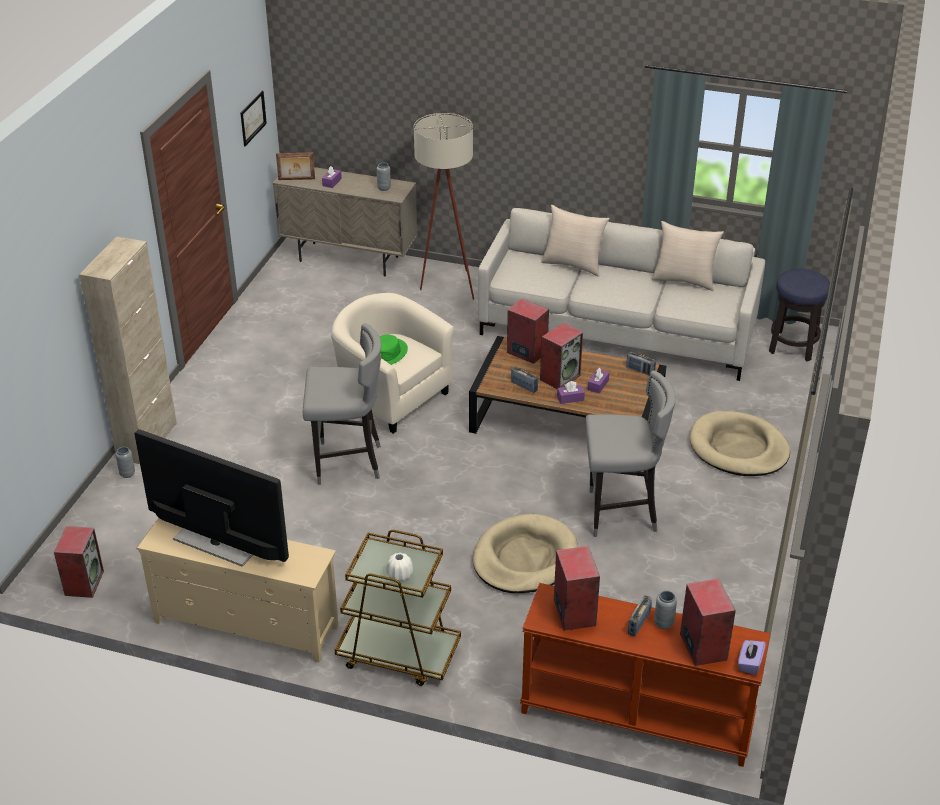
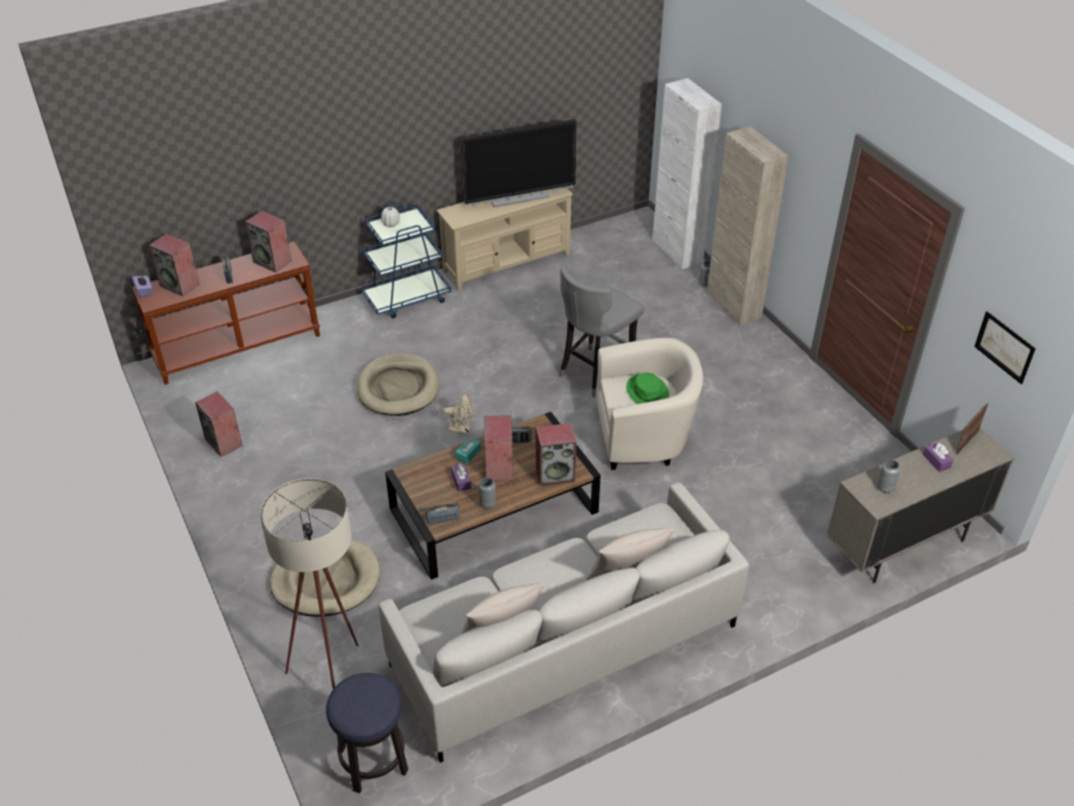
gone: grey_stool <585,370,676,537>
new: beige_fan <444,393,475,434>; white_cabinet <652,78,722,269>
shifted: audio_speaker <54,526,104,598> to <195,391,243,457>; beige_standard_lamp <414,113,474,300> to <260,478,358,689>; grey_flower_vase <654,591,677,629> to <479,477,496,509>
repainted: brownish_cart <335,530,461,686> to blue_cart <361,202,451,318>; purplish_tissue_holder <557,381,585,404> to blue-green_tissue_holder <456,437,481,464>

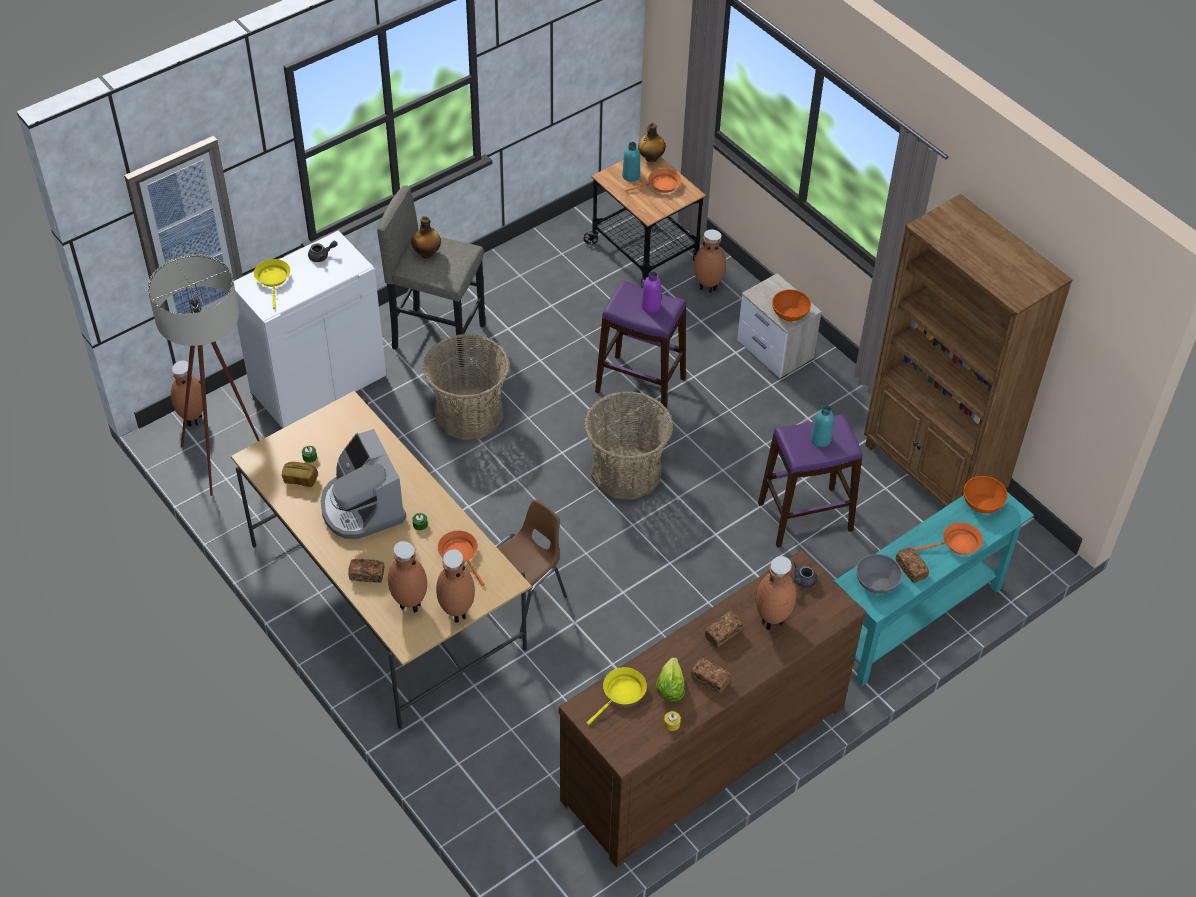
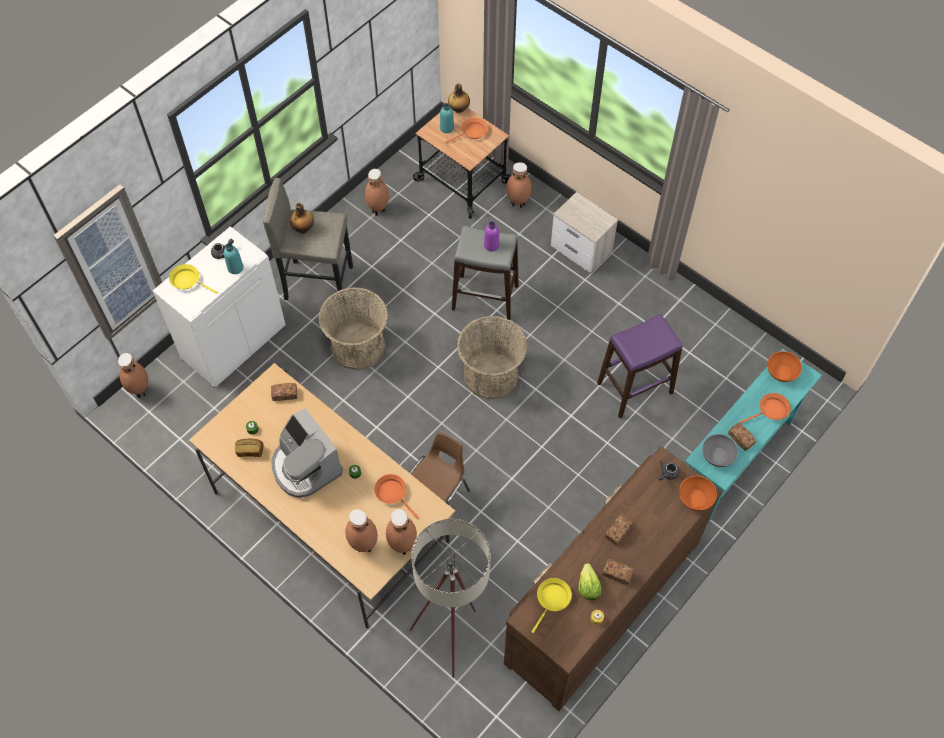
gone: brownish_bookcase <864,194,1073,507>
shifted: beige_standard_lamp <147,254,260,496> to <409,519,491,678>; bread <348,559,384,583> to <271,383,298,401>; brownish_flower_vase <756,556,796,630> to <365,169,389,216>; orangey_bowl <772,289,811,322> to <679,476,717,511>; blue-green_bottle <811,405,834,447> to <224,243,243,274>
repainted: purplish_stool <595,281,686,413> to grey_stool <452,226,519,320>
rotated: yellowish_skillet <254,259,290,309> = <169,264,218,293> 45 degrees counterclockwise

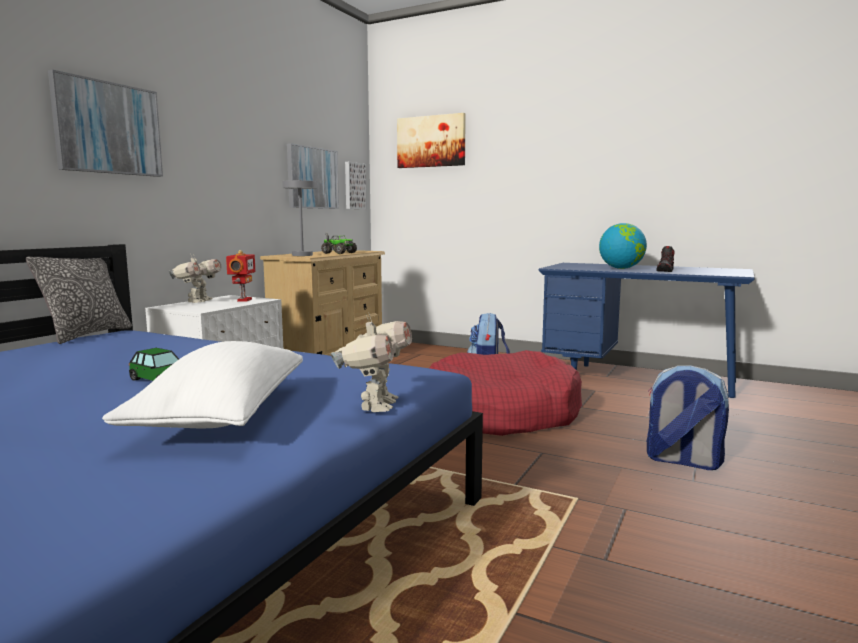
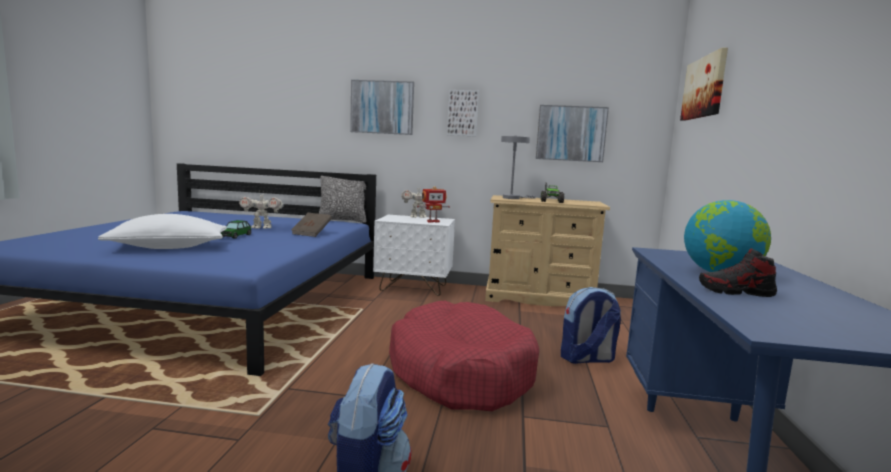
new: brownish_book <291,213,332,237>
shifted: model_robot <331,312,412,412> to <239,192,284,229>; wall_picture <345,162,367,209> to <447,90,479,137>

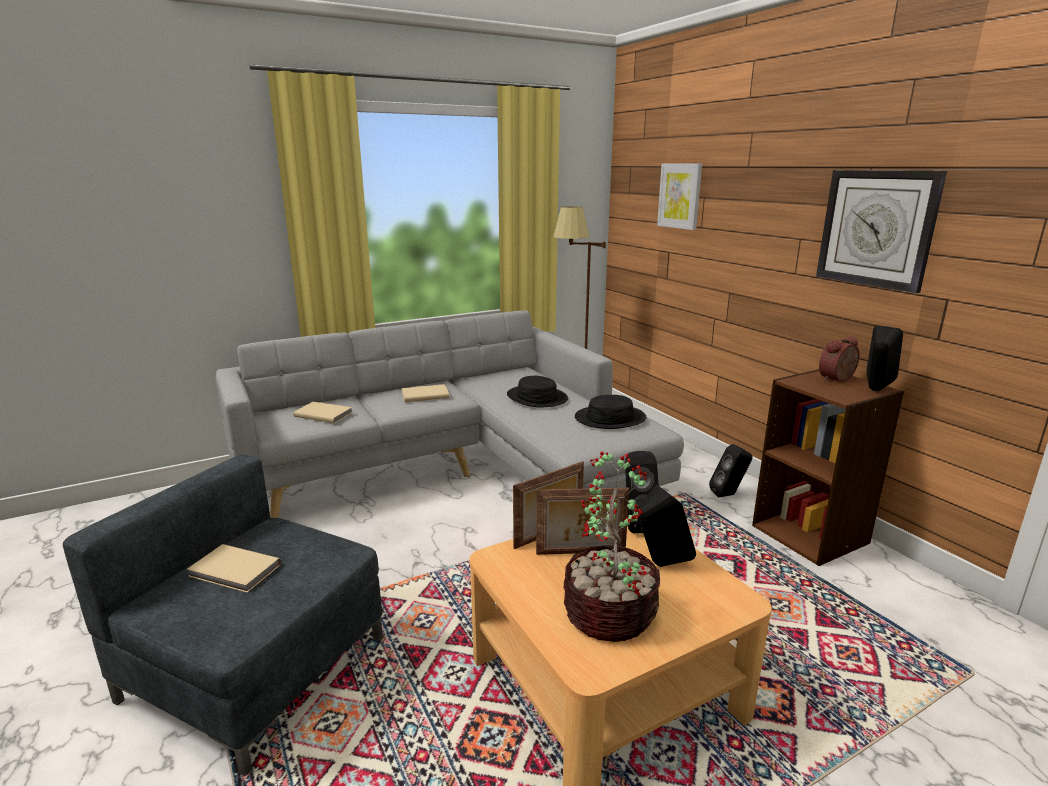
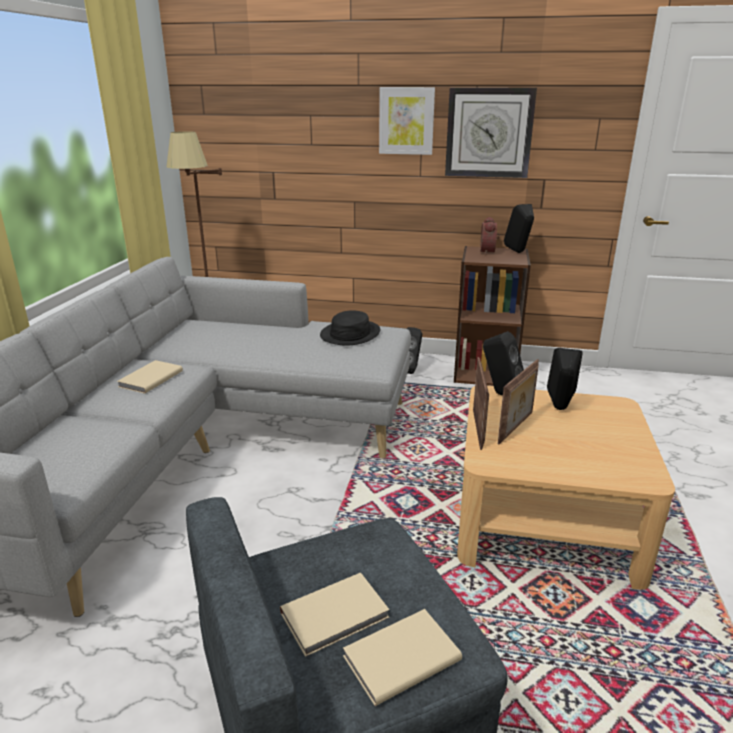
gone: black_hat <507,376,568,408>; houseplant <564,451,660,642>
shifted: beige_book <293,402,353,423> to <343,609,462,706>; wall_picture <657,164,702,230> to <379,87,435,155>

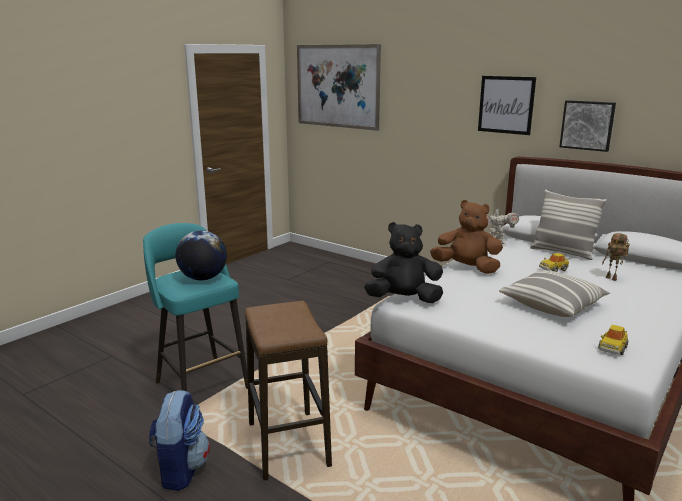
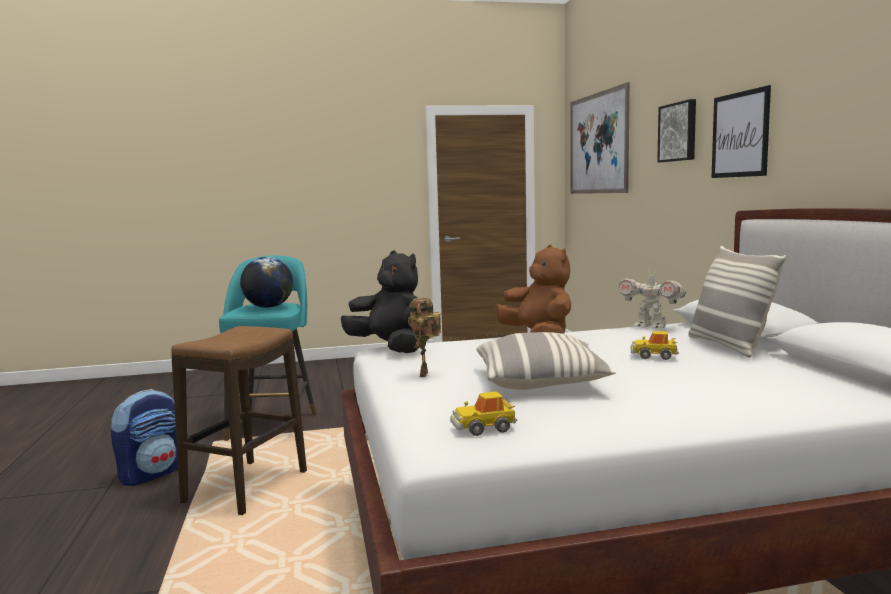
shifted: wall_picture <559,100,616,152> to <657,99,696,162>; model_robot <602,233,630,281> to <408,298,441,377>

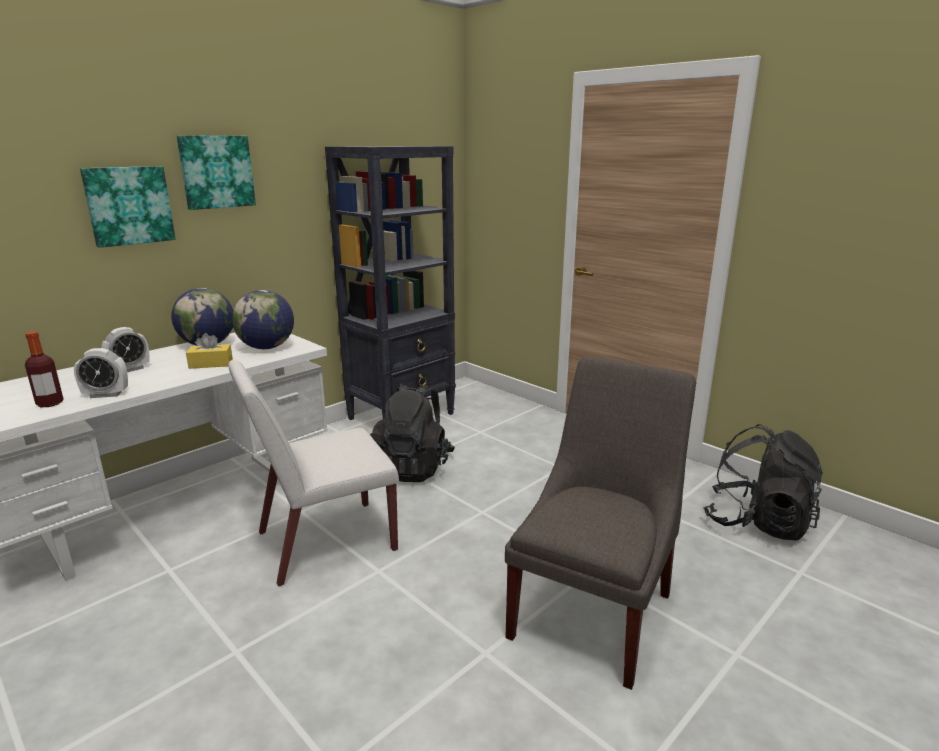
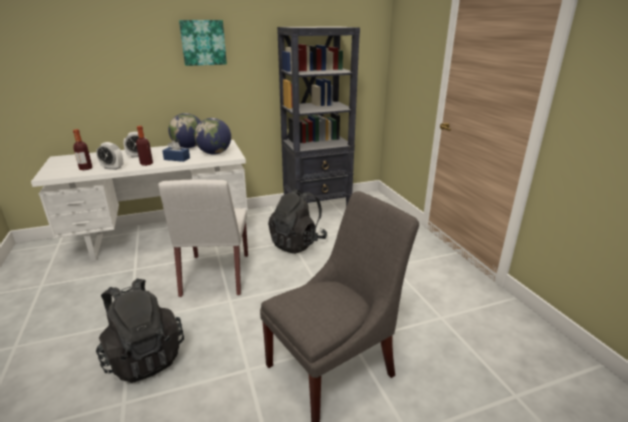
gone: wall_picture <80,166,176,248>
new: bottle <136,126,153,166>
shifted: black_backpack <704,424,823,541> to <96,278,184,383>
repainted: yellowish_tissue_holder <186,333,233,369> to blue_tissue_holder <162,140,190,162>
rotated: white_plain_chair <228,360,399,586> = <159,179,248,297> 90 degrees counterclockwise

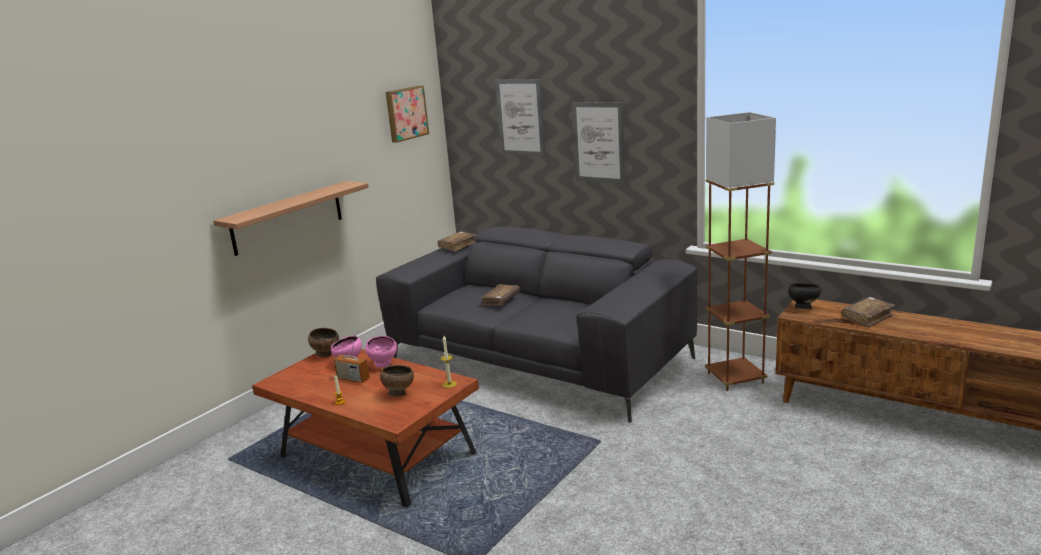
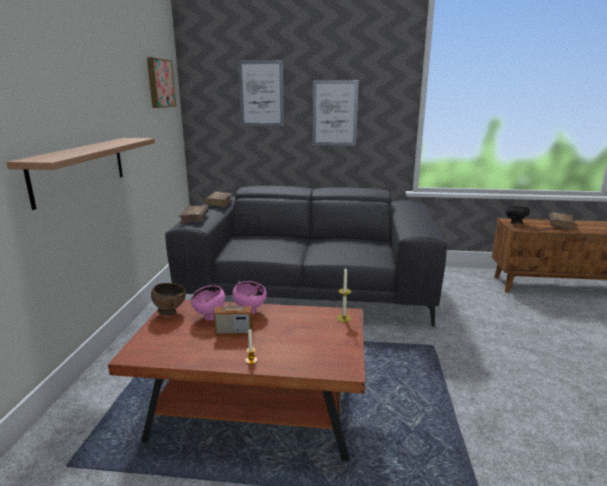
gone: brownish_bowl <380,365,414,397>; brownish_standard_lamp <705,112,776,391>
shifted: brownish_book <480,284,520,306> to <178,205,209,224>

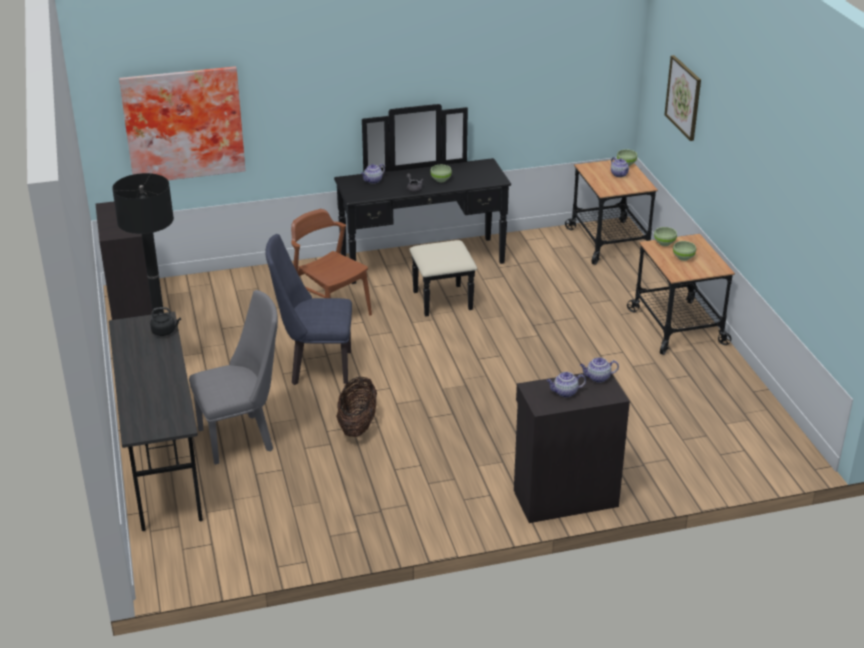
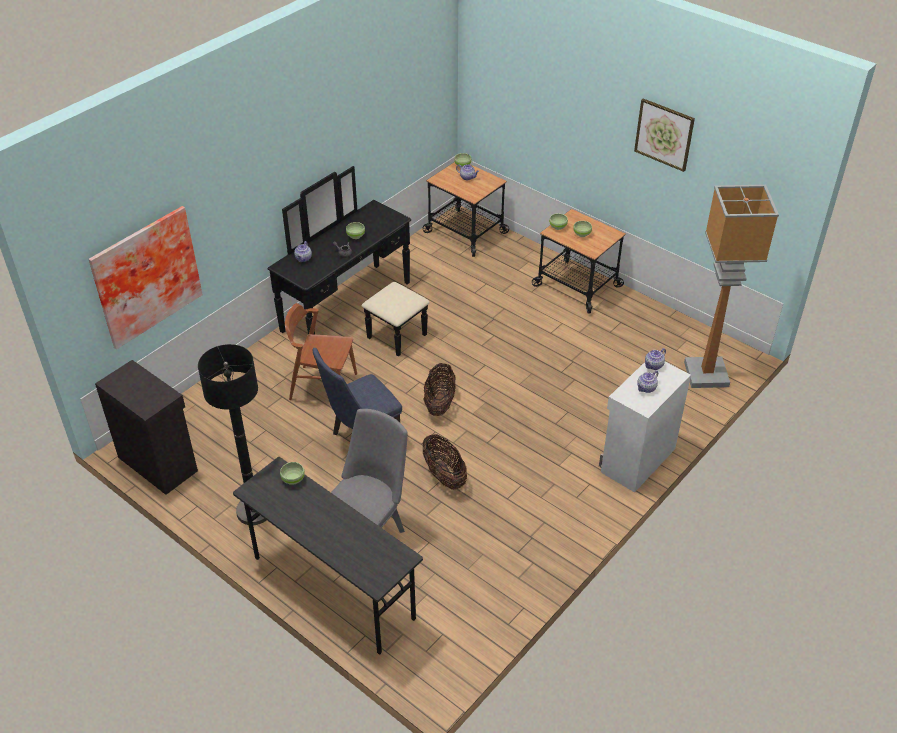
new: household_basket <423,363,456,416>; standard_lamp <684,185,779,388>
shifted: wall_picture <664,55,701,141> to <634,99,695,172>
swapped: black_water_kettle <150,307,181,336> to green-coloured_bowl <280,462,305,485>
repainted: black_cabinet <514,373,630,523> to white_cabinet <599,362,691,492>

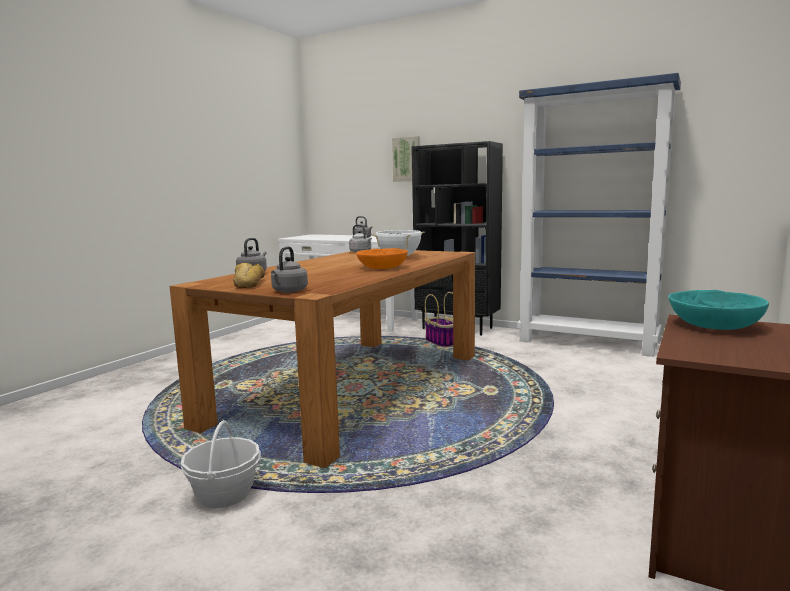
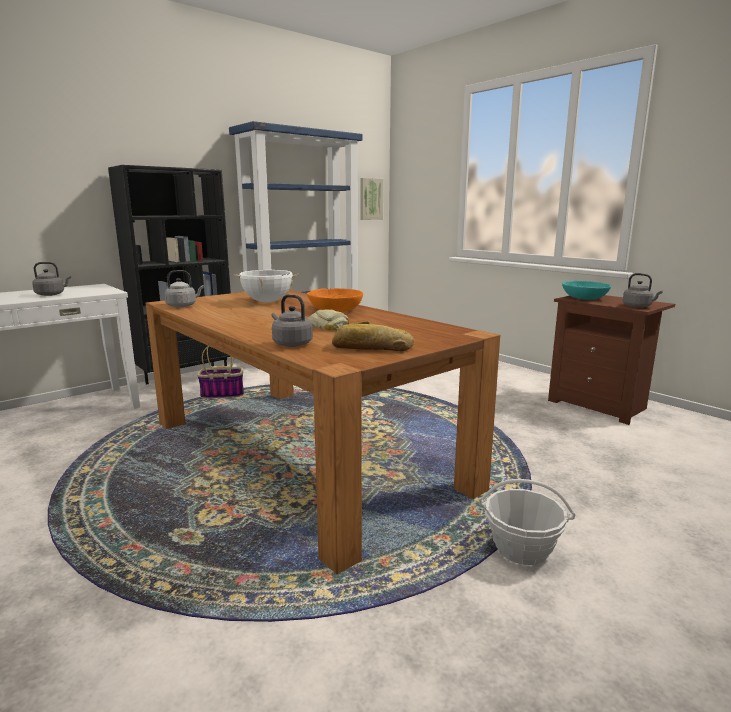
new: bread <308,309,349,331>
shifted: grey_water_kettle <271,246,308,293> to <623,273,663,308>; wall_picture <392,136,420,182> to <360,178,383,220>

